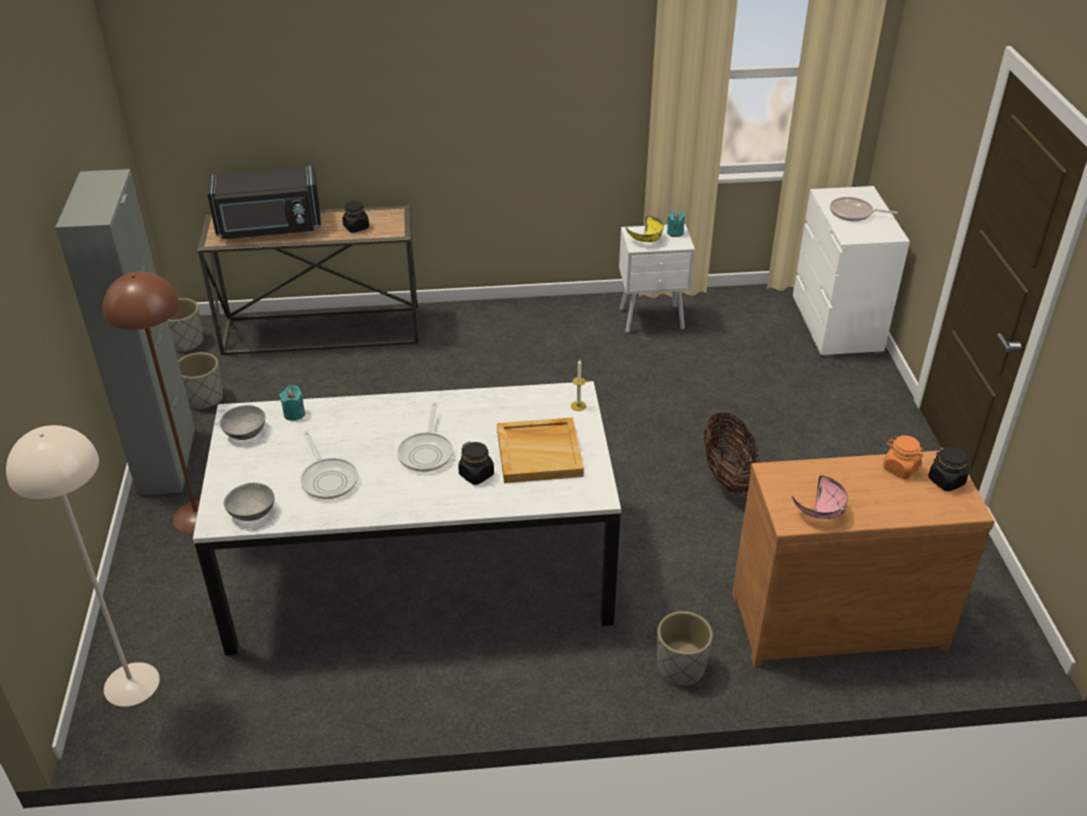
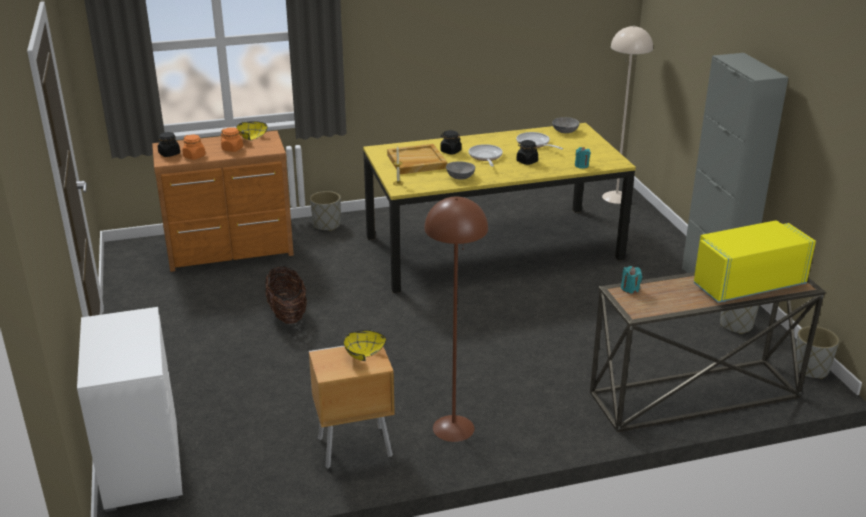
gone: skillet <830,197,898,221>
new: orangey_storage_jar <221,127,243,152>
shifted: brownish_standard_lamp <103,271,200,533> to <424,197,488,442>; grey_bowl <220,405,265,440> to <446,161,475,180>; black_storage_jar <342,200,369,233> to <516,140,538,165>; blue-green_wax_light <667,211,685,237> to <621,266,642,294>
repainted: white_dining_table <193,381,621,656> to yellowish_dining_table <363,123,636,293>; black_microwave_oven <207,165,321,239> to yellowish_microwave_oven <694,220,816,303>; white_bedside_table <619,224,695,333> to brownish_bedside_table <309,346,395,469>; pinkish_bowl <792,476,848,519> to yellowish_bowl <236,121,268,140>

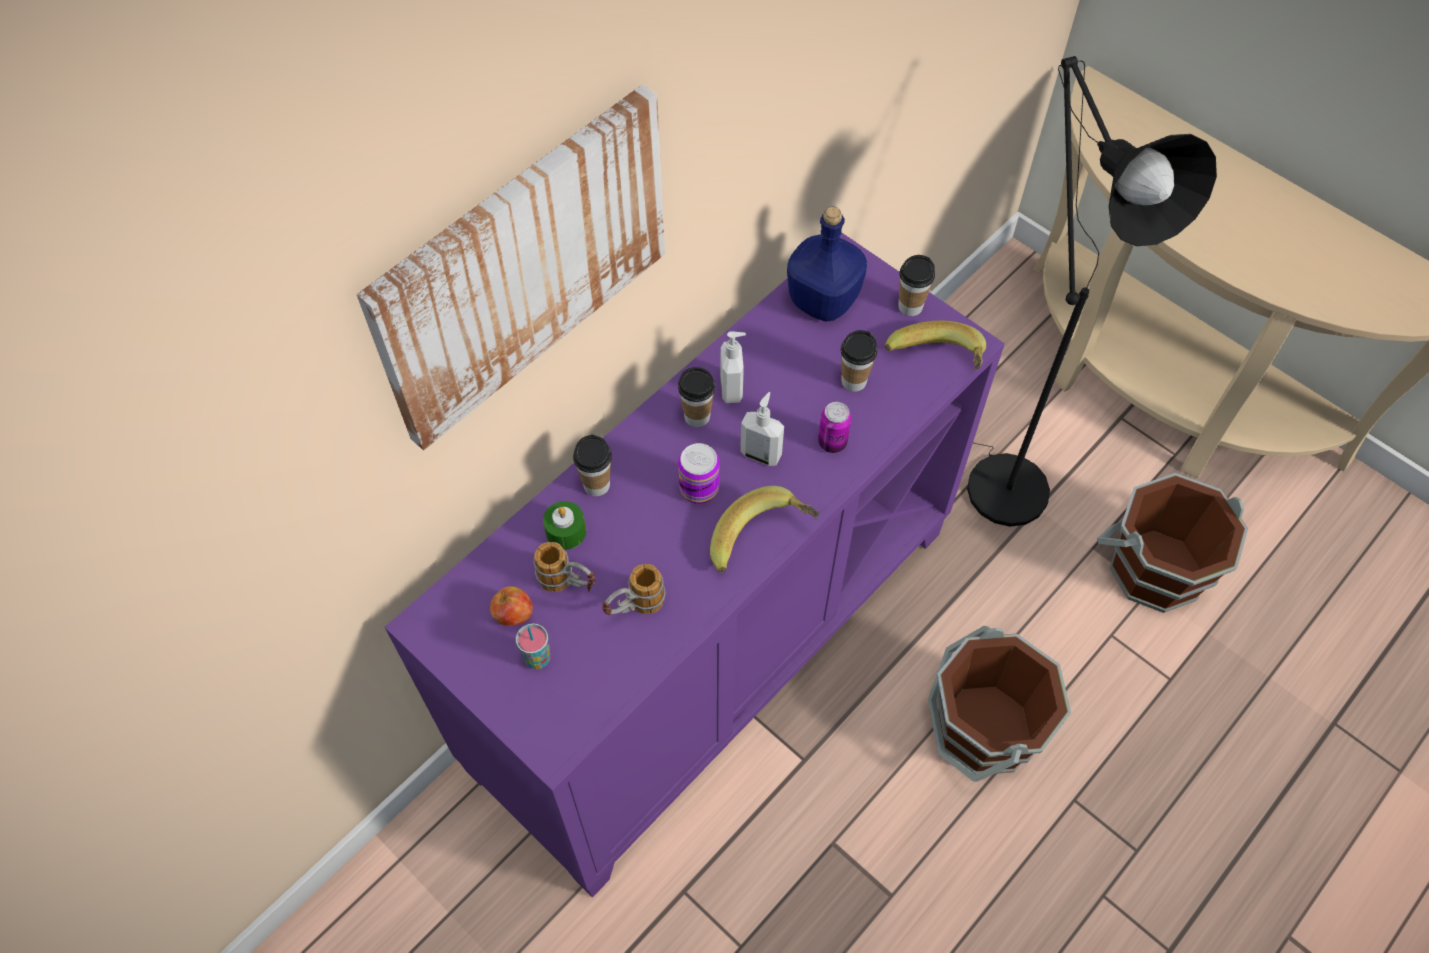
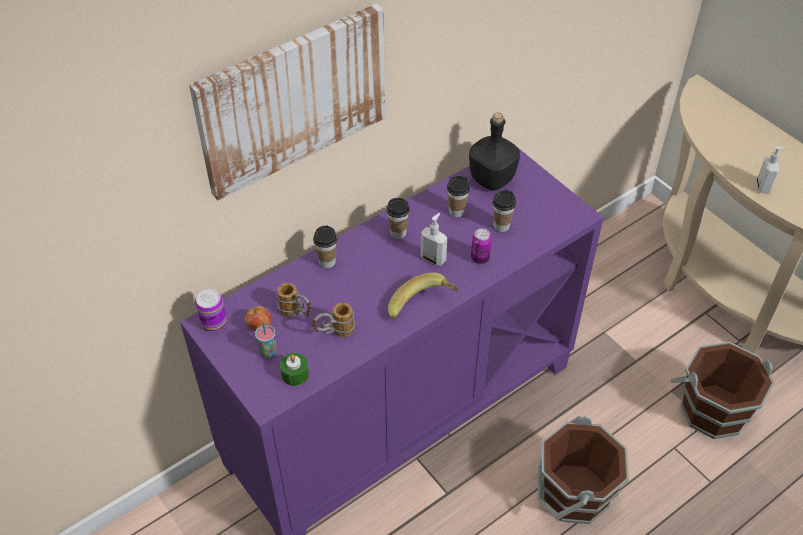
gone: whole_banana <885,321,986,370>; black_standard_lamp <967,56,1217,527>
shifted: green-coloured_wax_light <543,501,586,550> to <280,353,309,386>; can <678,443,720,504> to <195,289,227,331>; liquid_soap_bottle <720,331,746,404> to <757,146,786,194>; cup <898,255,935,316> to <447,176,470,217>
repainted: blue_bottle <787,206,867,322> to black_bottle <469,113,520,190>

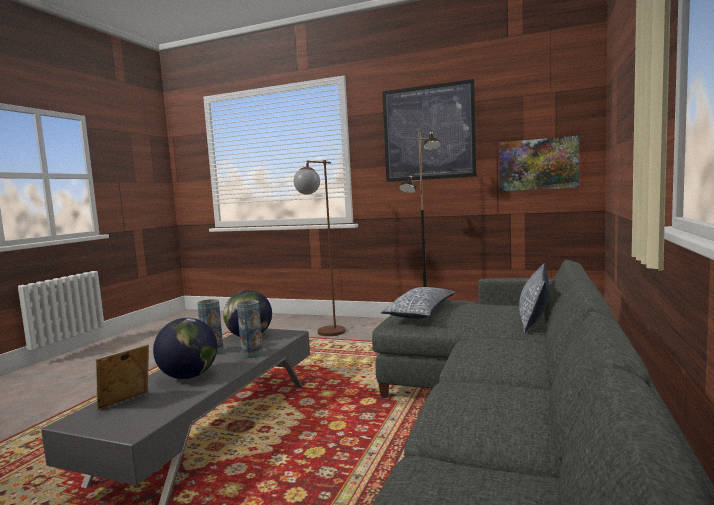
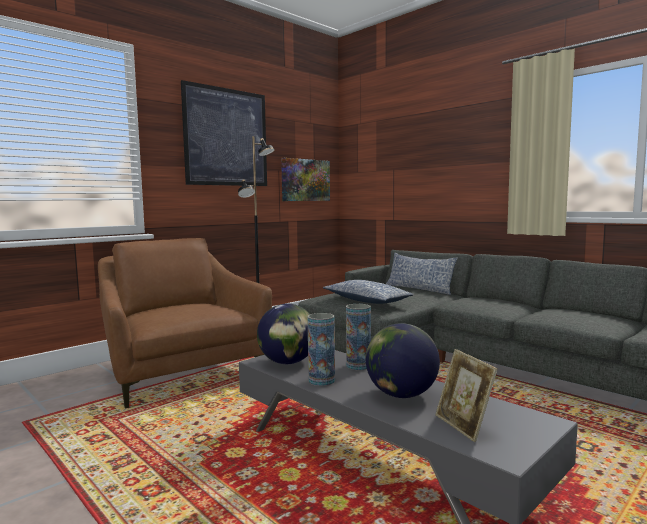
swapped: brownish_standard_lamp <294,160,346,336> to brownish_easy_chair <98,238,272,408>

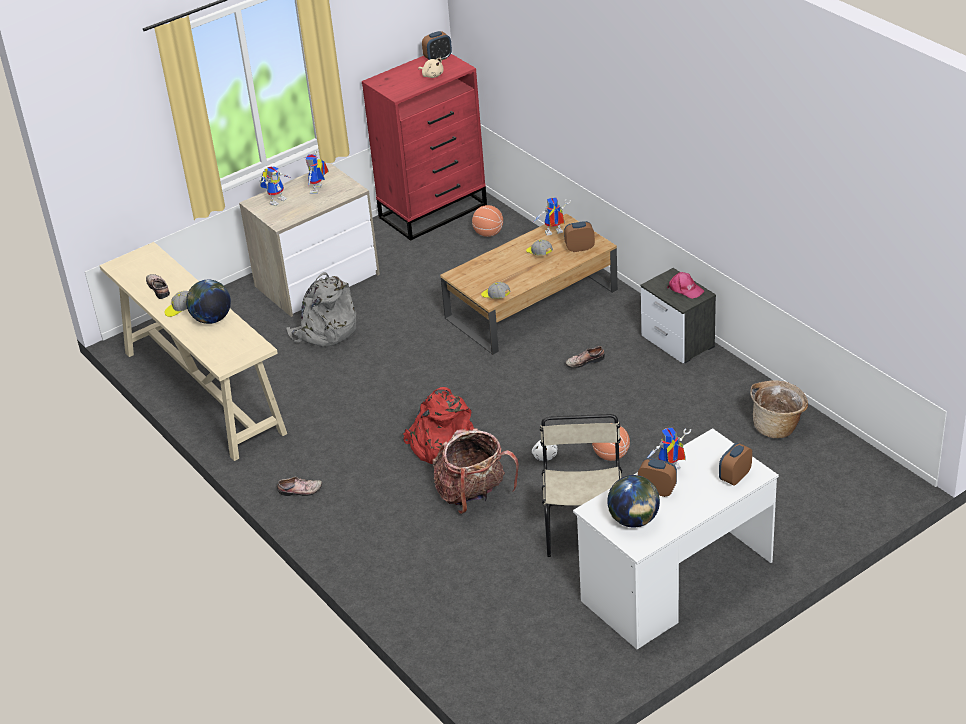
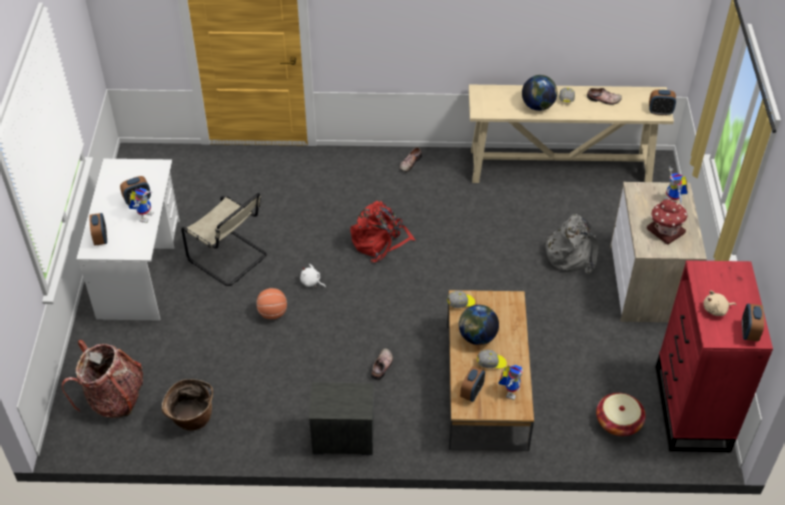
gone: pinkish_cap <667,272,704,299>
new: bedside_clock <649,90,676,115>
shifted: backpack <432,428,519,514> to <62,340,143,418>; globe <607,475,660,528> to <459,305,499,345>
swapped: model_robot <305,150,329,194> to toy_house <647,199,688,245>; ball_for_basketball <472,205,503,237> to household_basket <596,393,646,436>

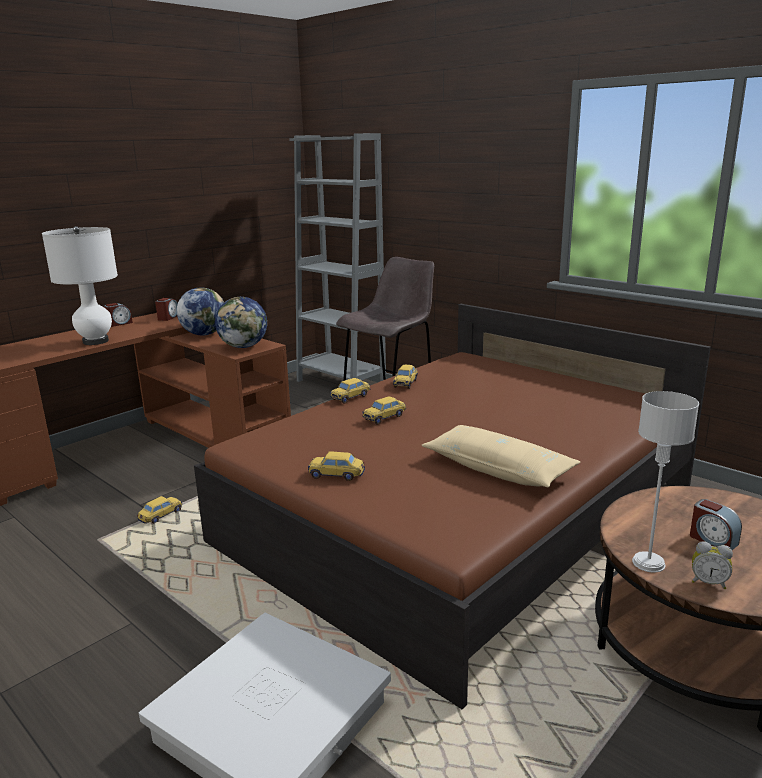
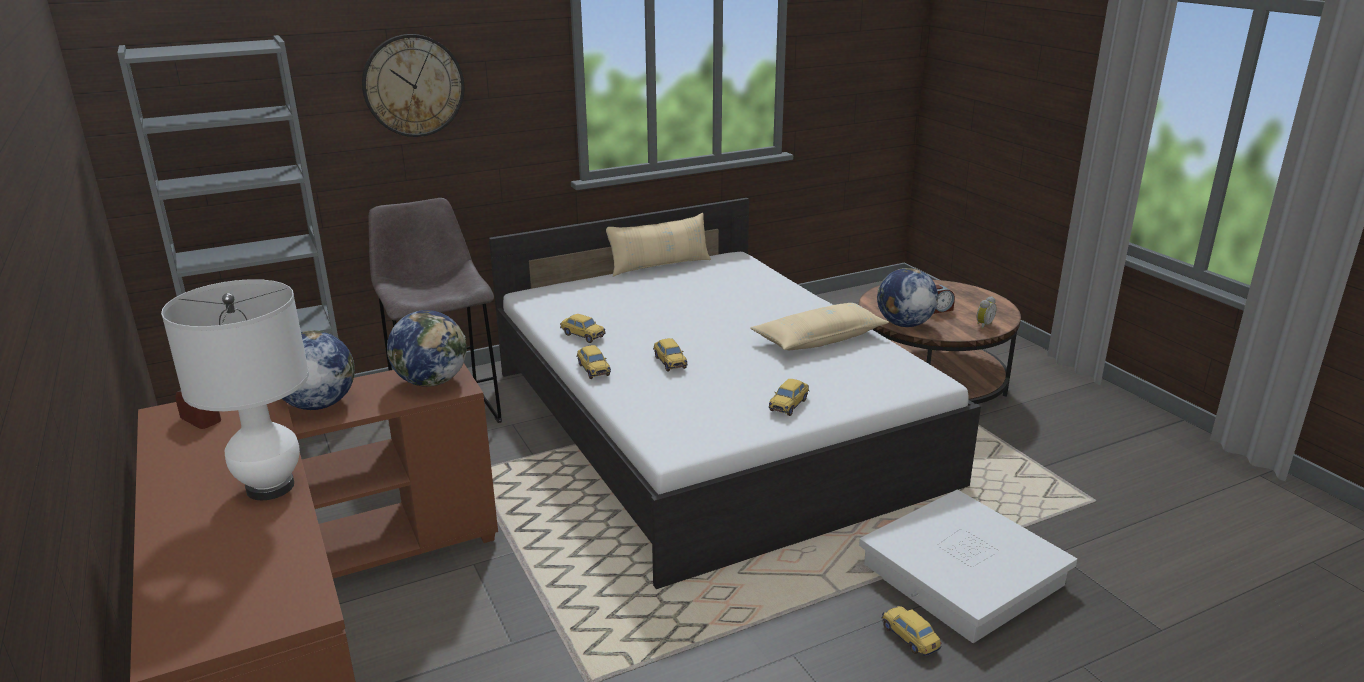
gone: bedside_clock <103,303,133,327>; grey_table_lamp <632,391,699,573>
new: hanging_clock <362,34,465,137>; beige_cushion <606,213,711,276>; globe <877,268,938,327>
shifted: toy_car <137,496,183,524> to <882,605,942,656>
repainted: brownish_bedroom_bed <194,304,711,709> to white_bedroom_bed <489,198,981,589>

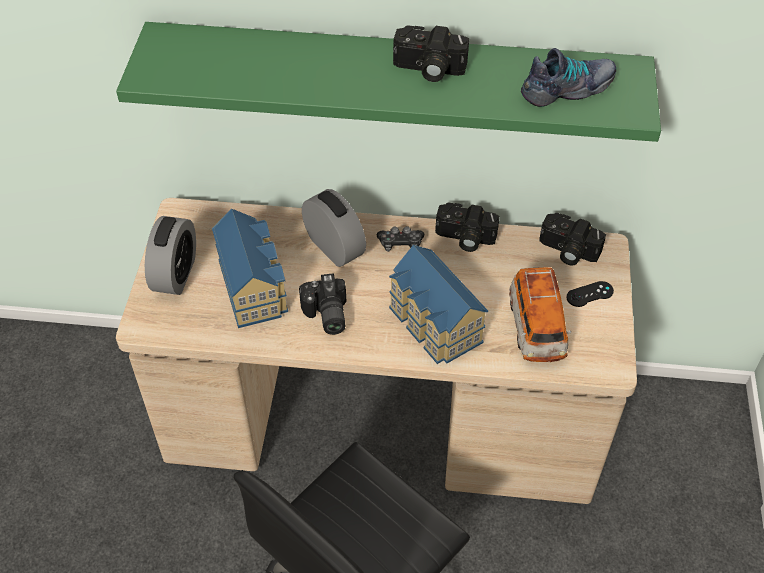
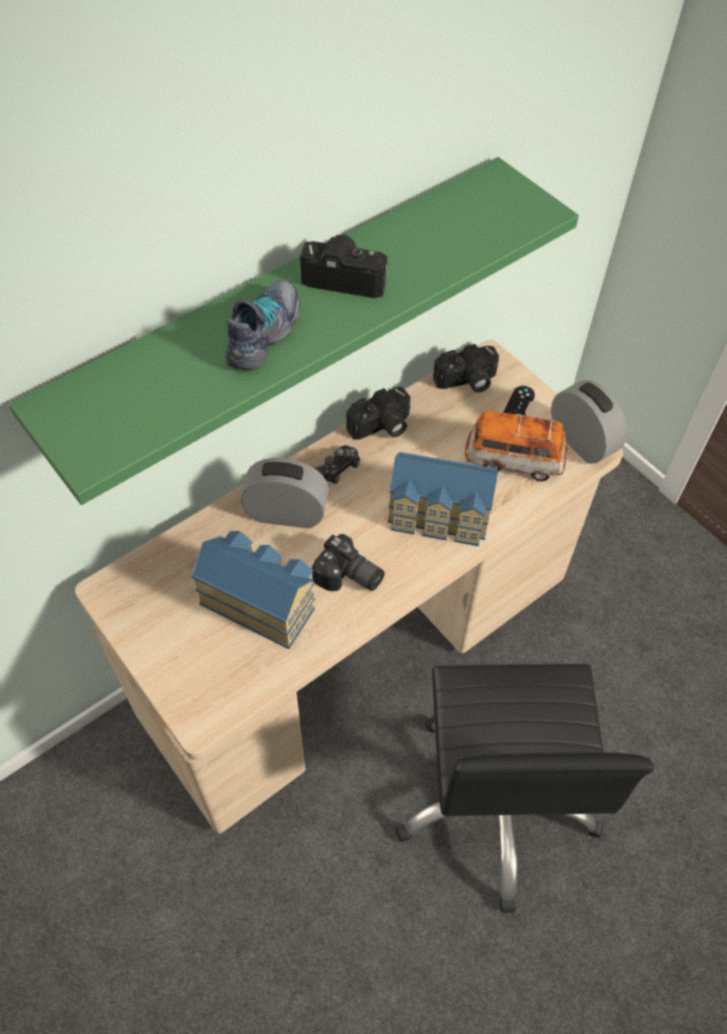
shifted: bedside_clock <145,216,196,295> to <551,380,627,464>; shoe <521,48,616,107> to <225,280,301,370>
rotated: still_camera <393,26,469,82> = <300,235,388,298> 135 degrees counterclockwise; toy_car <509,267,571,362> = <465,411,567,481> 150 degrees clockwise

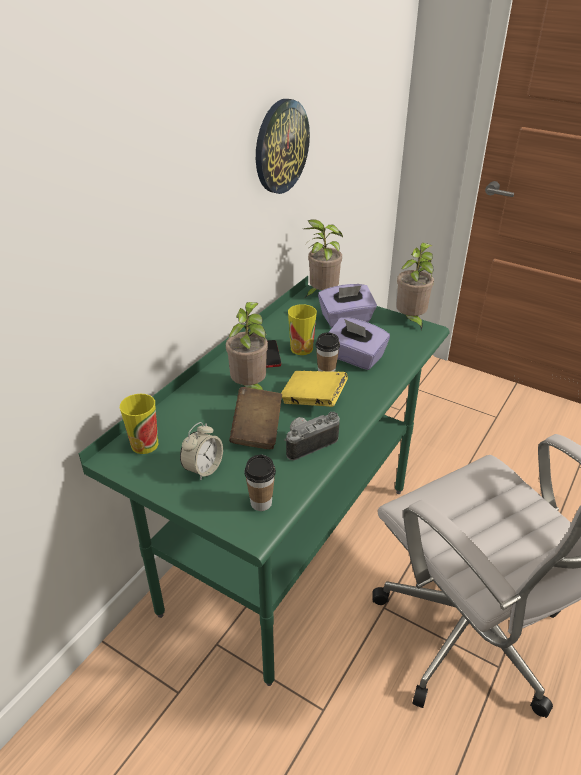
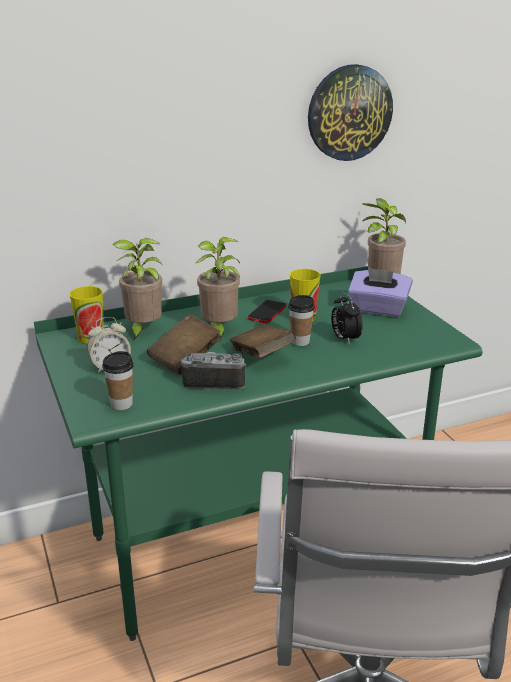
shifted: houseplant <396,243,434,330> to <113,238,163,341>
swapped: purplish_tissue_holder <329,317,390,370> to bedside_clock <331,292,363,345>
repainted: yellowish_book <282,371,348,407> to brownish_book <229,325,296,358>

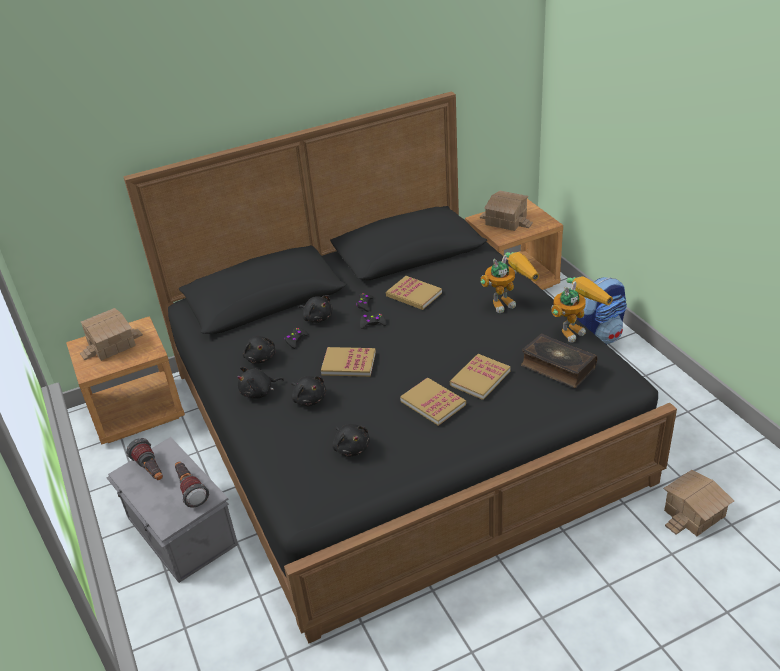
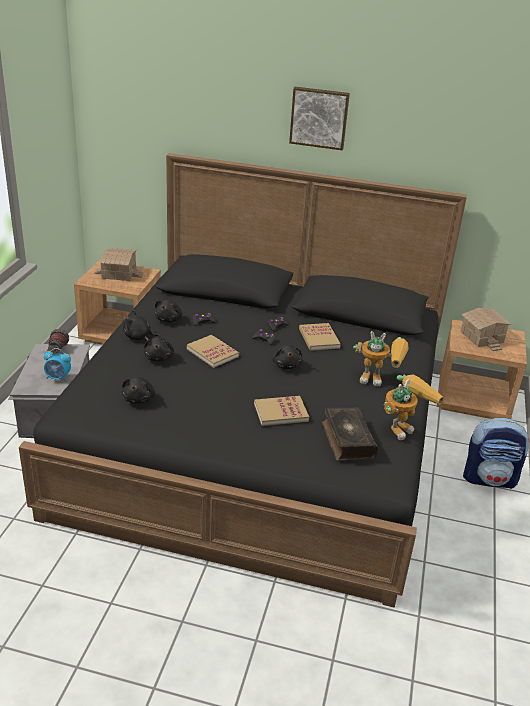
gone: book <400,377,466,426>; toy_house <663,470,734,536>
new: wall_picture <289,87,350,150>
shifted: black_cuddly_toy <299,295,333,323> to <272,344,302,369>
swapped: flashlight <175,461,209,508> to bedside_clock <44,348,71,382>
rotated: model_robot <551,276,613,343> = <384,374,444,440> 45 degrees counterclockwise

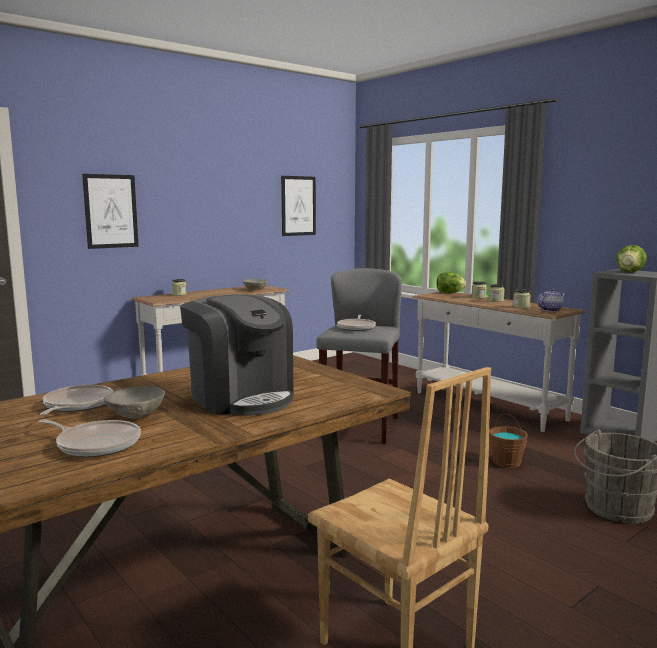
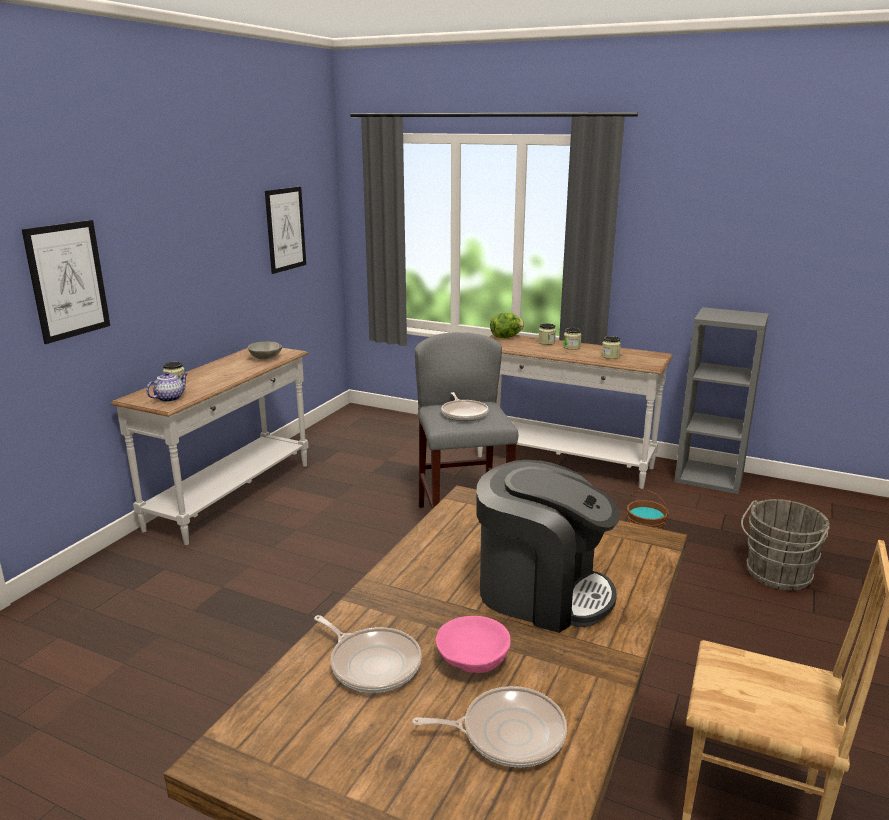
gone: head_of_lettuce <616,245,647,272>
shifted: teapot <537,288,565,312> to <146,372,188,402>
repainted: grey_bowl <104,386,165,418> to pinkish_bowl <436,616,511,673>
rotated: skillet <40,385,113,415> = <314,615,422,693> 150 degrees clockwise

